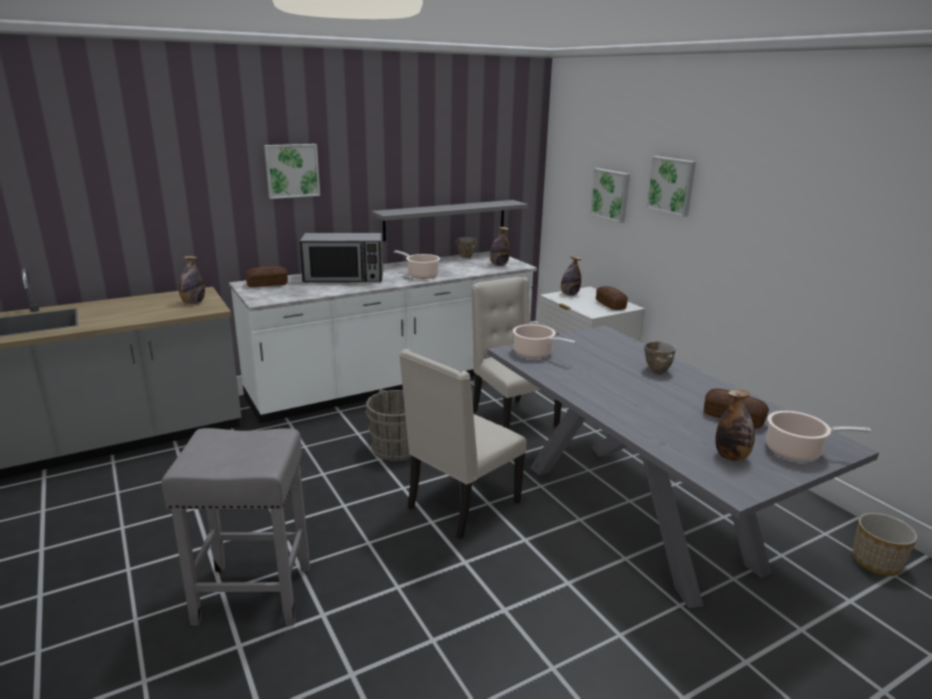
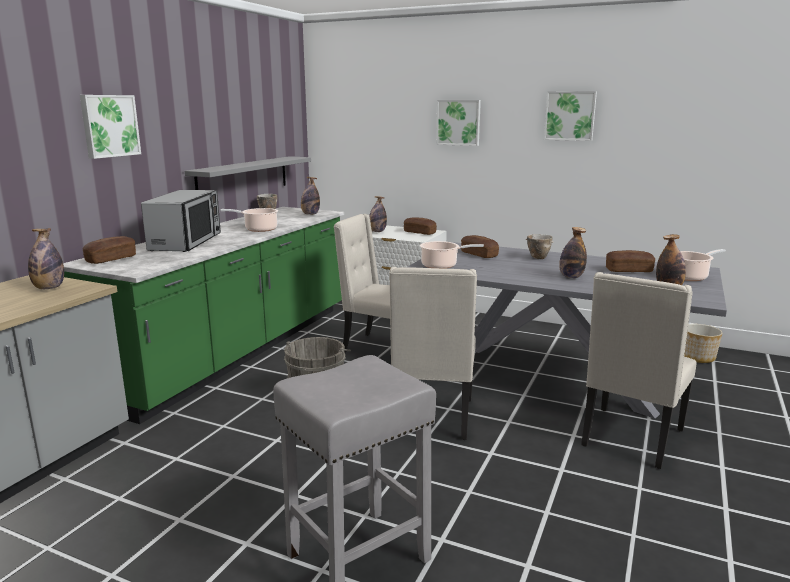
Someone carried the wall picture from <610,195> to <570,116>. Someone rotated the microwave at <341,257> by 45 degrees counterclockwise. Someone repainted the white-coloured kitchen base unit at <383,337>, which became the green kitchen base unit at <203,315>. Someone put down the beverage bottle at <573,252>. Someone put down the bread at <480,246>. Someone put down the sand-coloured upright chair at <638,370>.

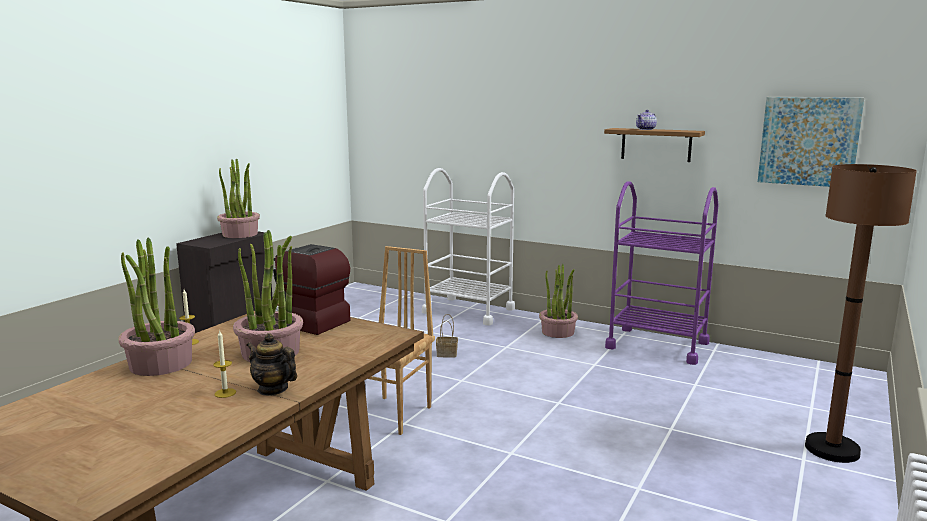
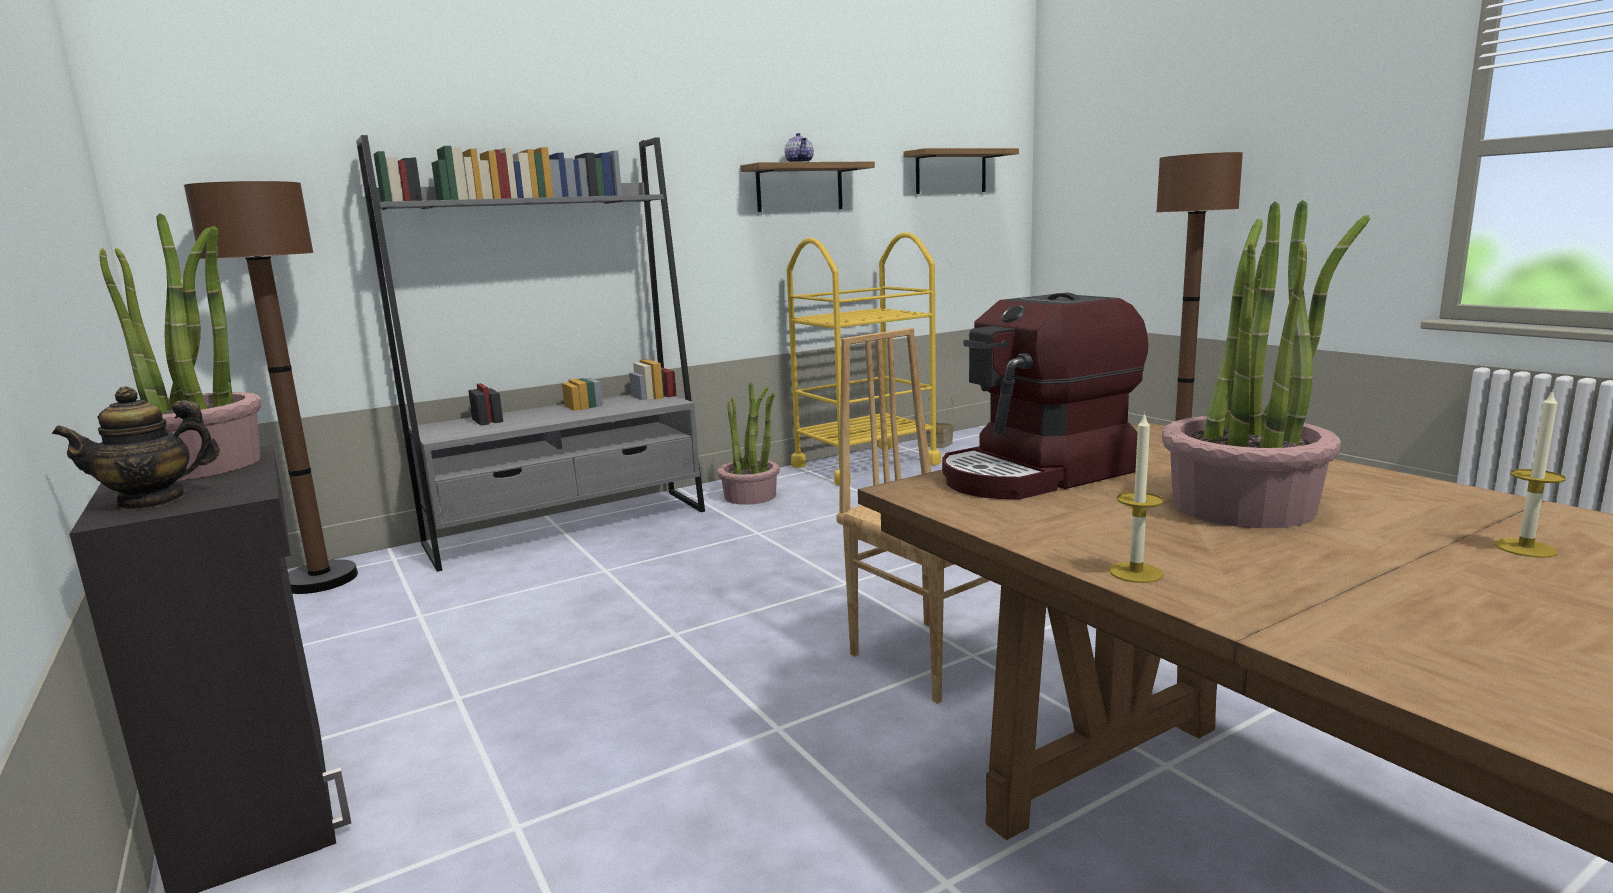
Someone swapped the wall picture at <811,142> for the shelf at <961,171>. Someone swapped the white-coloured cart at <468,247> for the grey shelving unit at <530,353>. Someone repainted the purple cart at <661,273>, which became the yellow cart at <864,359>. Someone took away the plant in a pot at <156,307>. Someone carried the household basket from <447,336> to <939,422>. Someone carried the teapot from <271,364> to <136,448>. Someone put down the brown-coloured standing lamp at <271,387>.

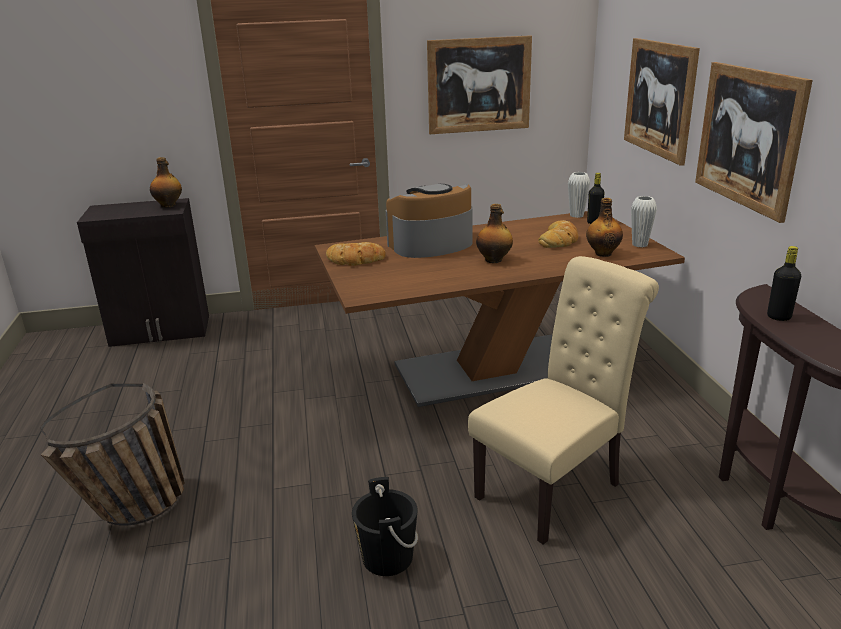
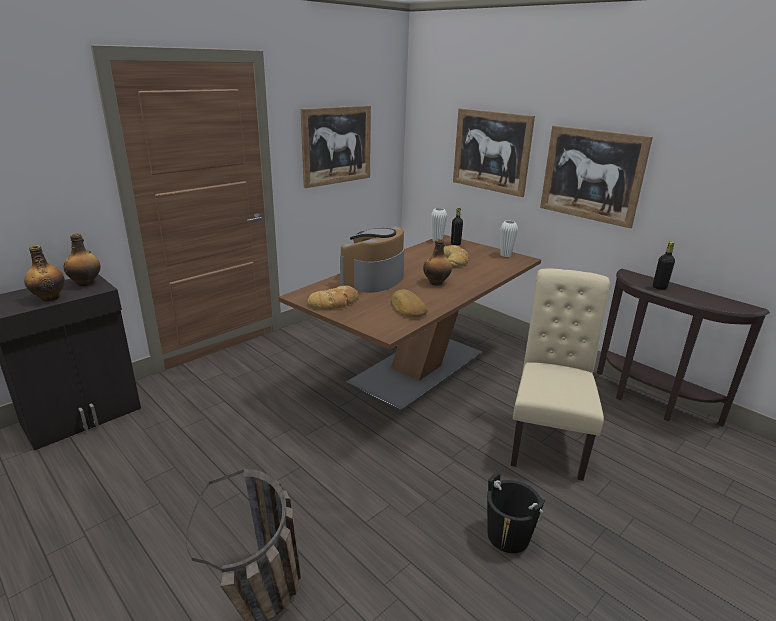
Someone carried the beverage bottle from <604,227> to <44,273>. Someone put down the bread at <410,303>.

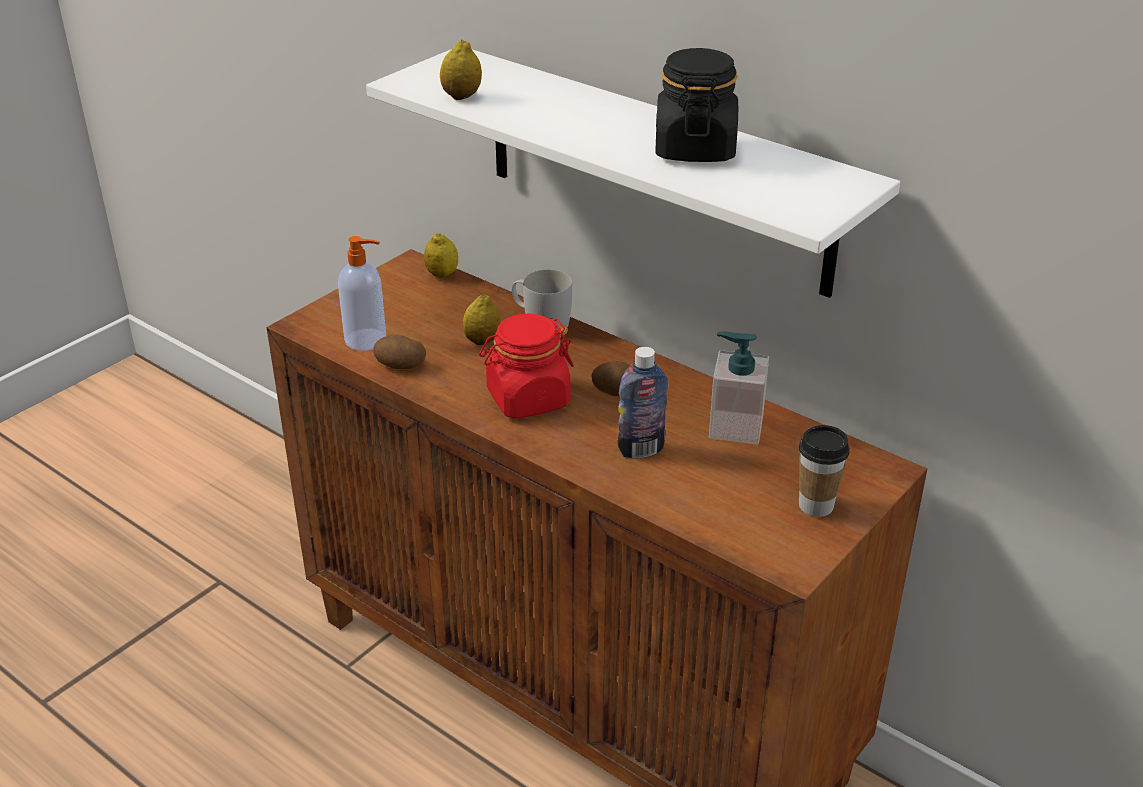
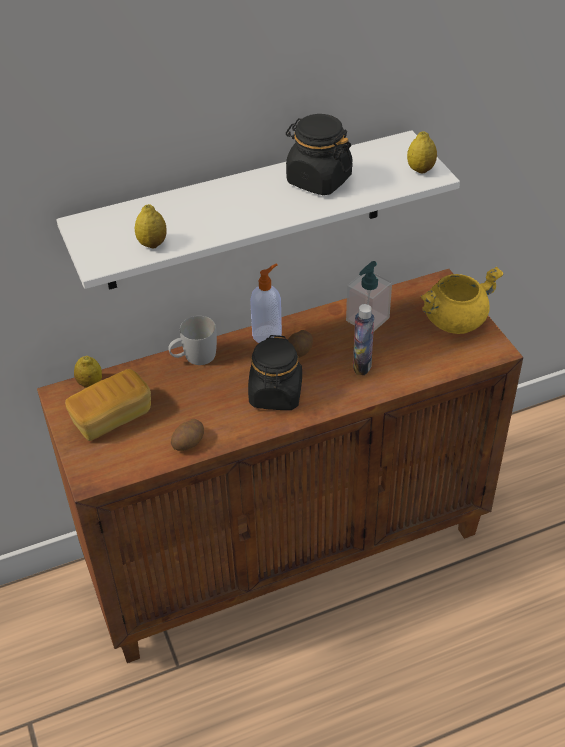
Someone carried the liquid soap bottle from <362,293> to <266,303>. Someone carried the lemon from <482,319> to <422,152>. Someone repainted the reddish storage jar at <526,366>, which became the black storage jar at <275,372>. Someone swapped the small cup at <824,471> for the yellow saucepot at <462,300>. Someone put down the bread at <108,405>.

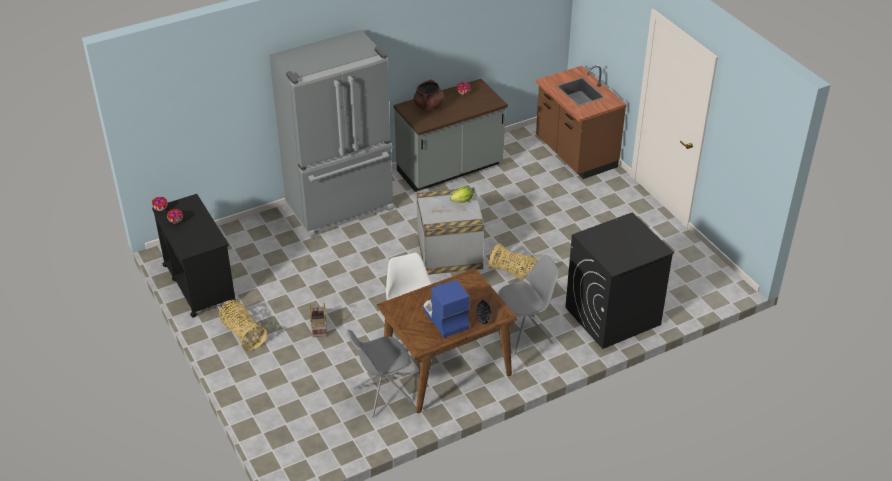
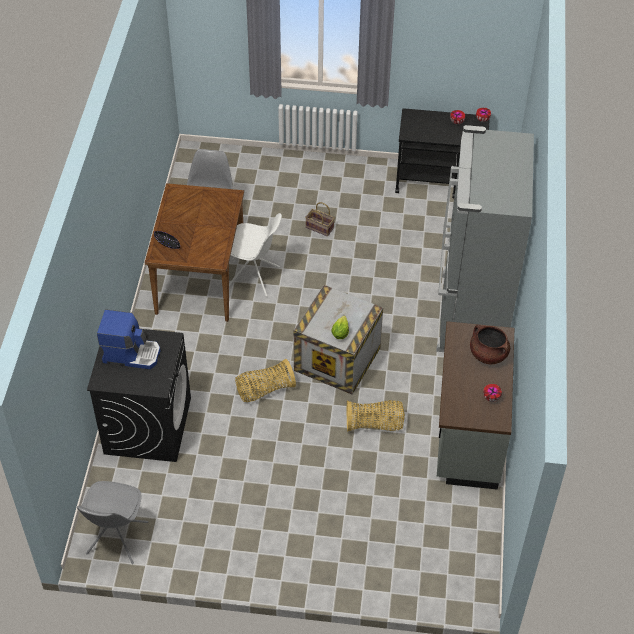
Someone took away the brown-coloured kitchen base unit at <581,122>. Someone carried the grey upright chair from <529,305> to <112,522>. Someone carried the coffee brewer from <446,309> to <129,339>. Someone carried the household basket from <243,325> to <376,416>.

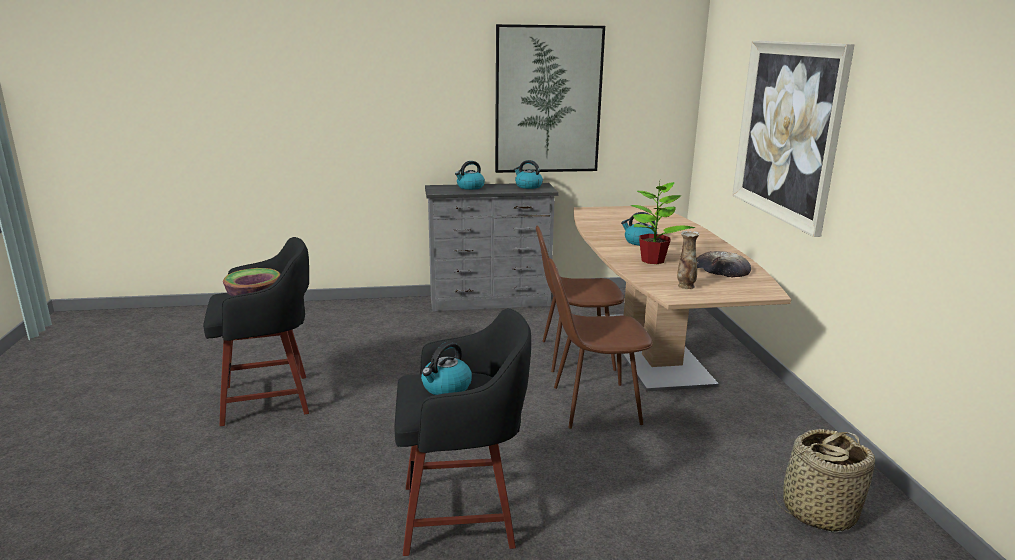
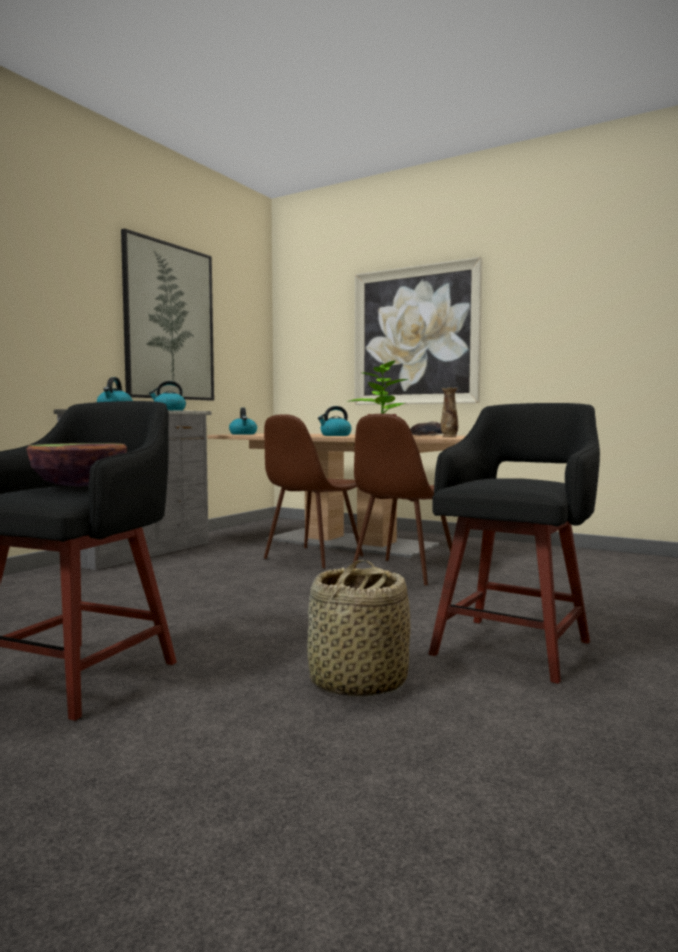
Someone carried the water kettle from <446,368> to <243,421>. Someone carried the household basket from <824,481> to <359,628>.

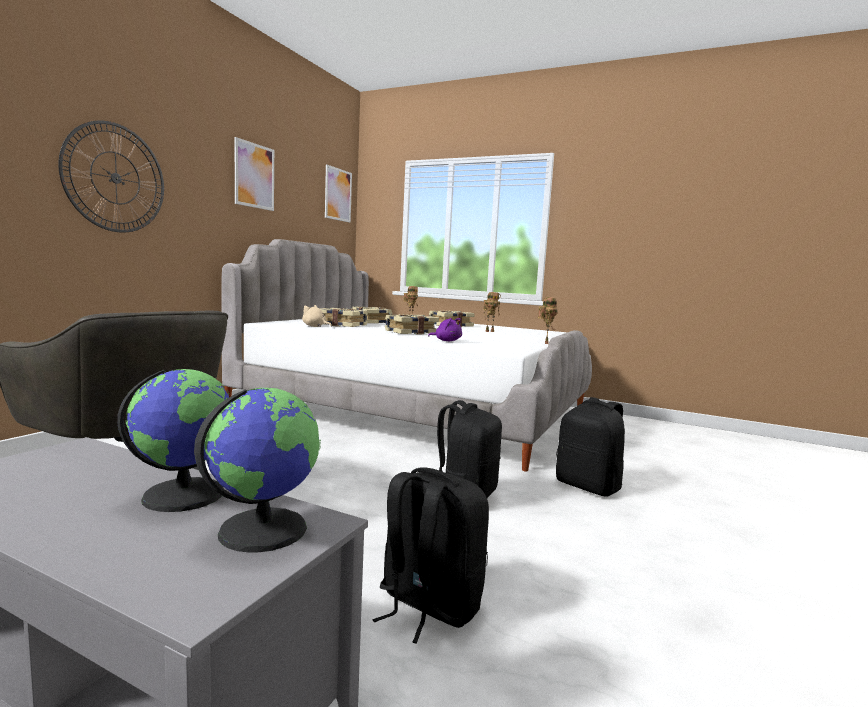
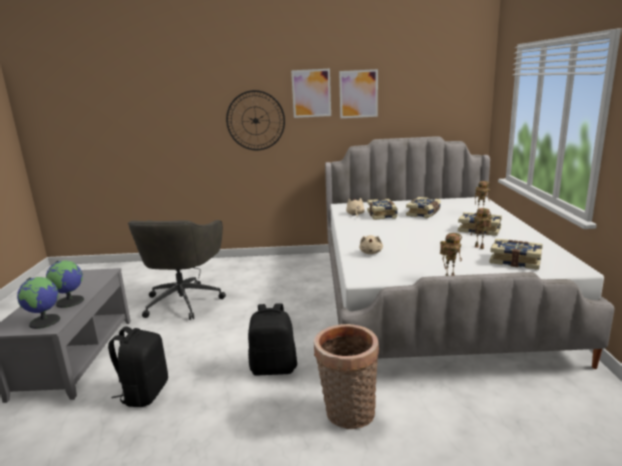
Someone carried the wall picture from <338,193> to <311,93>. Someone carried the book from <412,324> to <516,254>. Someone repainted the purple soft toy at <445,329>, which became the sand-coloured soft toy at <371,244>. Someone swapped the black rucksack at <590,447> for the household basket at <346,376>.

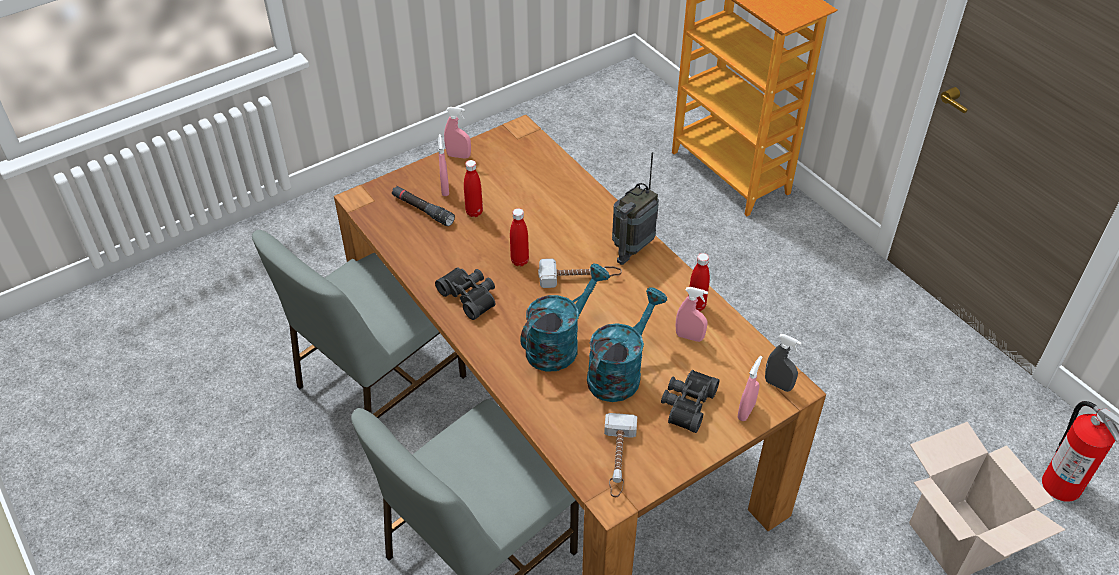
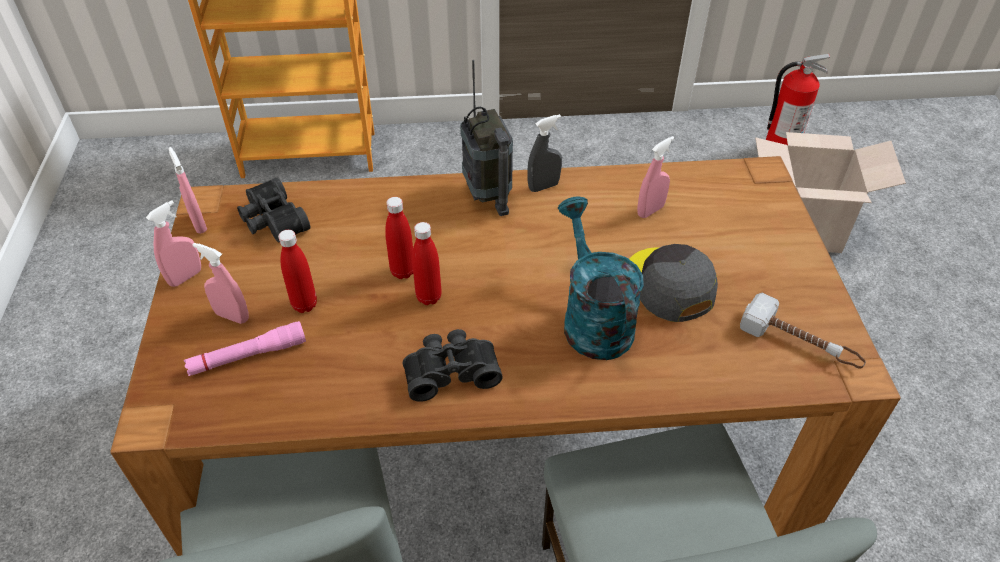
Someone repainted the black flashlight at <423,206>, which became the pinkish flashlight at <245,348>. Someone carried the reddish beverage bottle from <699,282> to <399,238>. Someone took away the hand hammer at <579,273>. Someone swapped the blue-green watering can at <627,344> for the grey cap at <673,283>. Someone carried the grey sprayer from <783,363> to <544,153>. Someone carried the pinkish sprayer from <750,388> to <187,190>. Someone carried the black field glasses from <690,401> to <273,210>.

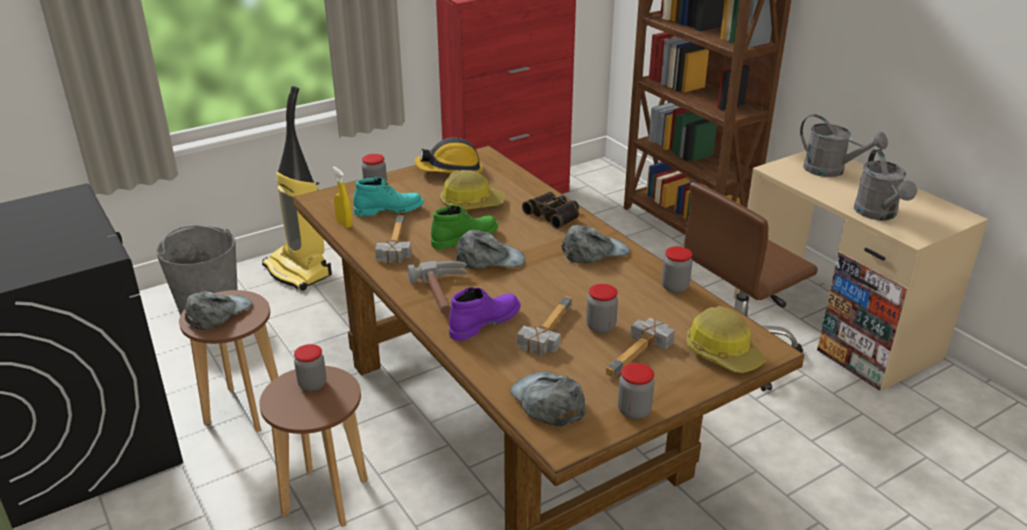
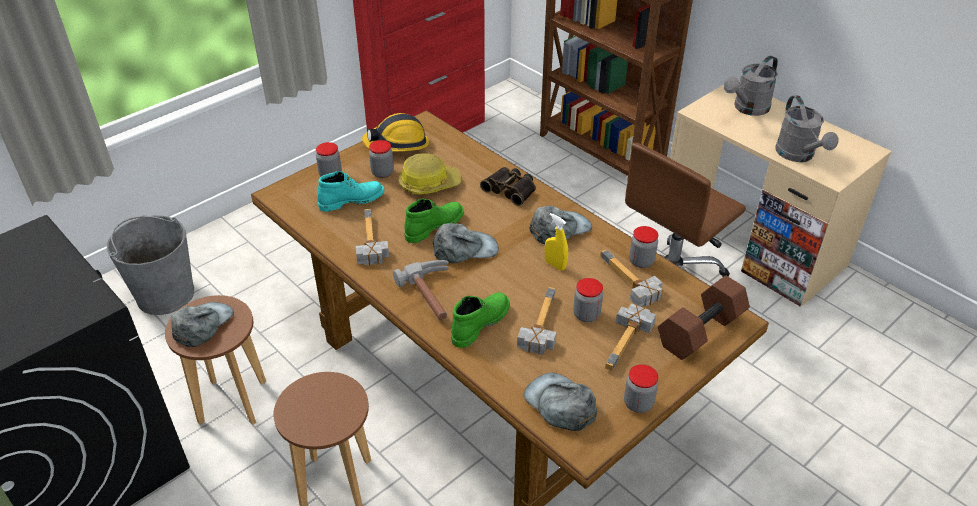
Someone took away the vacuum cleaner at <297,188>. Someone rotated the grey watering can at <844,145> by 105 degrees clockwise. Someone carried the yellow sprayer from <342,197> to <556,242>. Someone repainted the purple high-top boot at <485,314>, which became the green high-top boot at <480,320>. Someone swapped the hard hat at <726,339> for the brown-coloured hand weight at <704,317>. Someone carried the storage jar from <310,368> to <381,159>. Someone put down the hand hammer at <631,278>.

